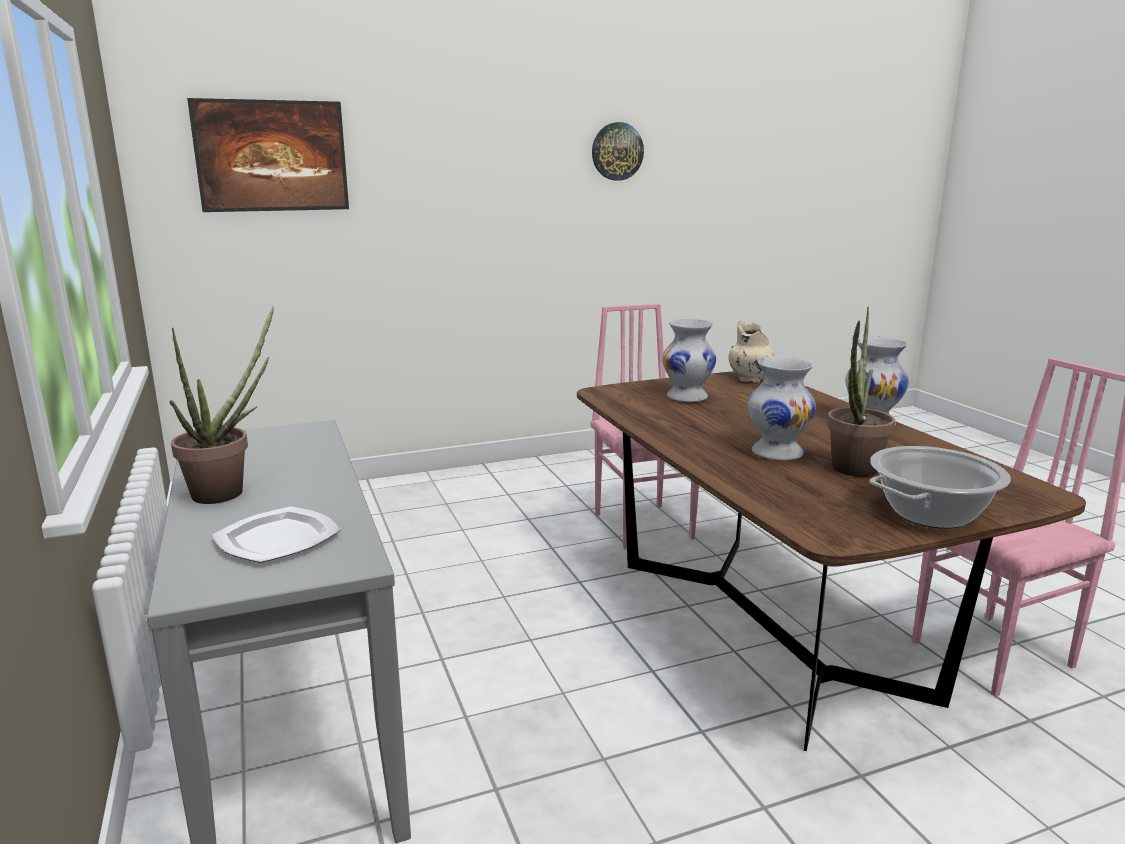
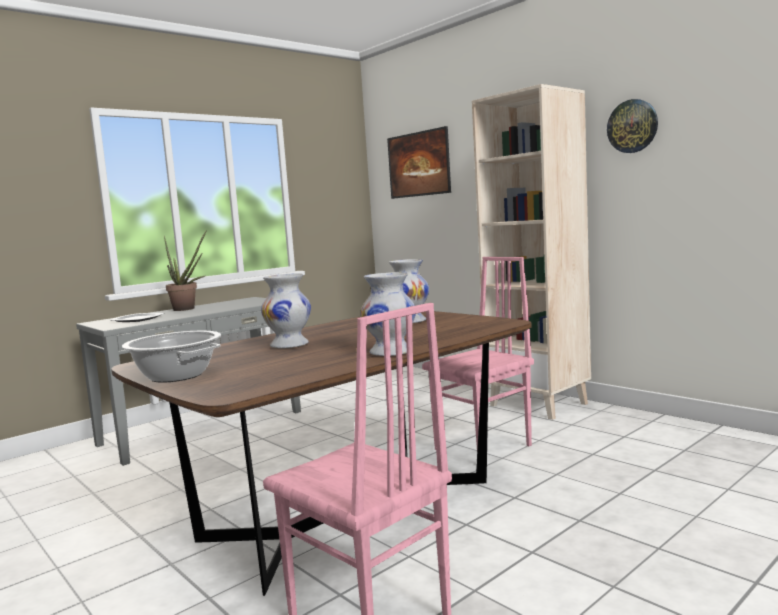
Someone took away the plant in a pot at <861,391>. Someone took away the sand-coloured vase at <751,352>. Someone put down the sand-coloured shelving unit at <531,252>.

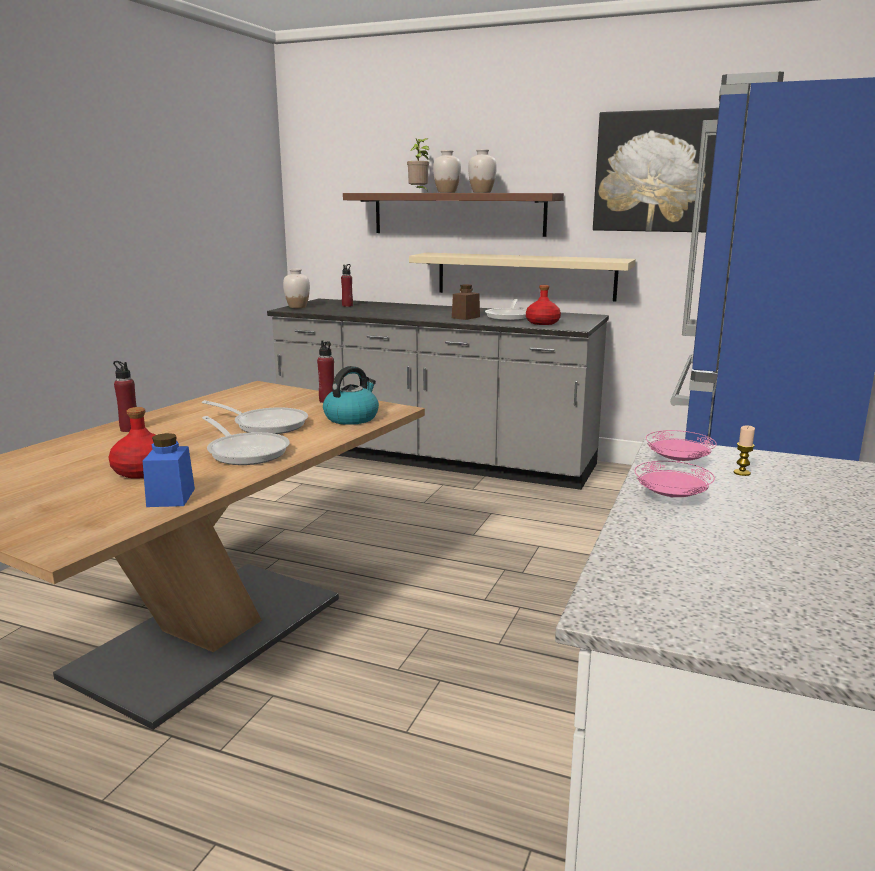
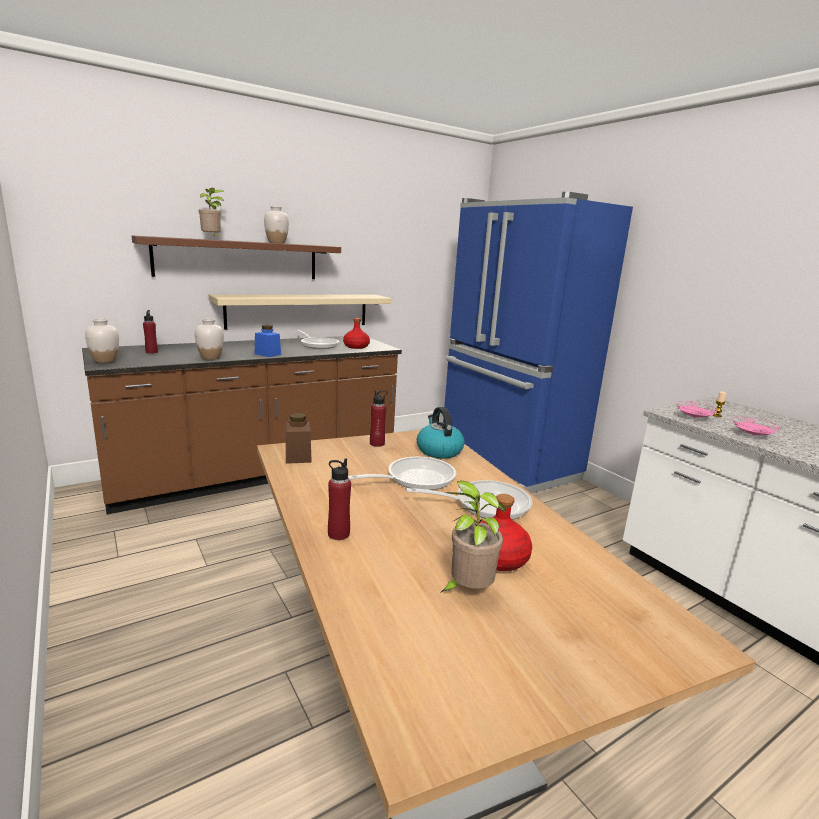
Someone took away the wall picture at <656,170>. Someone carried the white-coloured vase from <447,171> to <209,339>. Someone carried the brown-coloured storage jar from <466,302> to <299,438>. Someone repainted the grey kitchen base unit at <438,394>, which became the brown-coloured kitchen base unit at <242,425>. Someone carried the blue storage jar from <169,470> to <268,341>. Someone put down the plant in a pot at <473,537>.

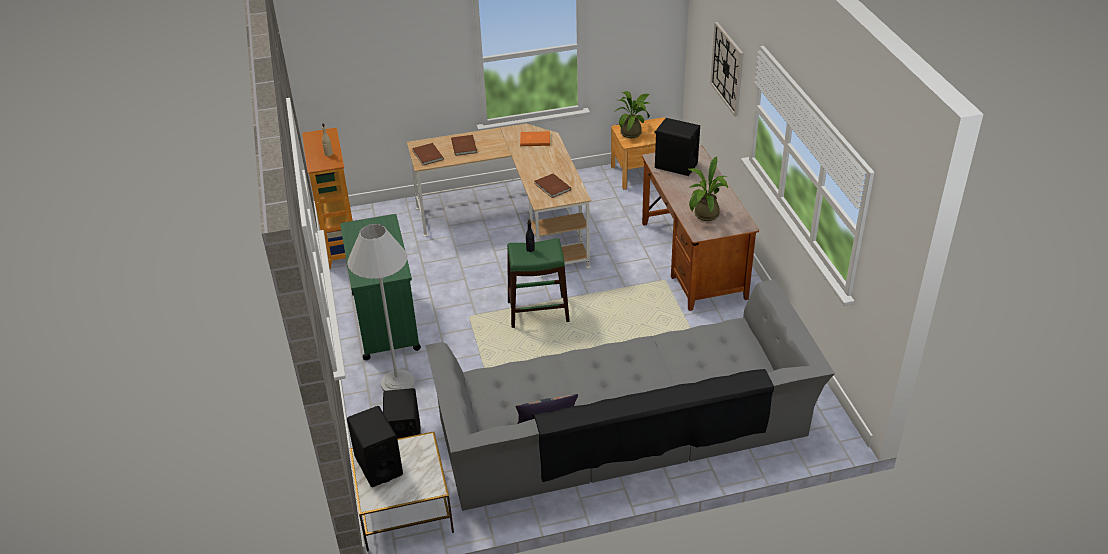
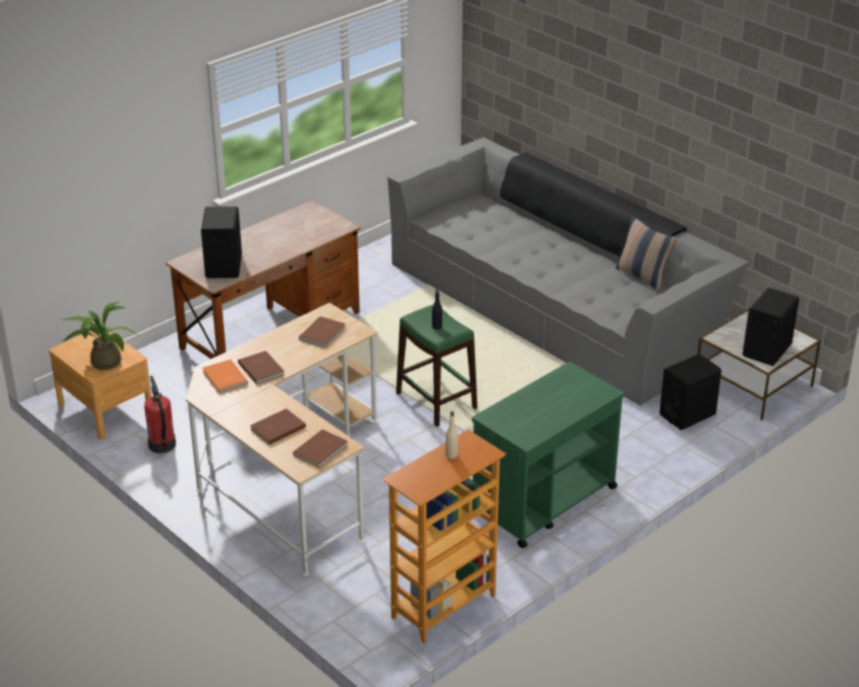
Someone took away the hanging clock at <726,69>. Someone took away the plant in a pot at <708,188>. Someone took away the white-coloured standing lamp at <381,307>. Someone put down the brown-coloured book at <261,367>. Someone put down the fire-fighting cylinder at <160,414>.

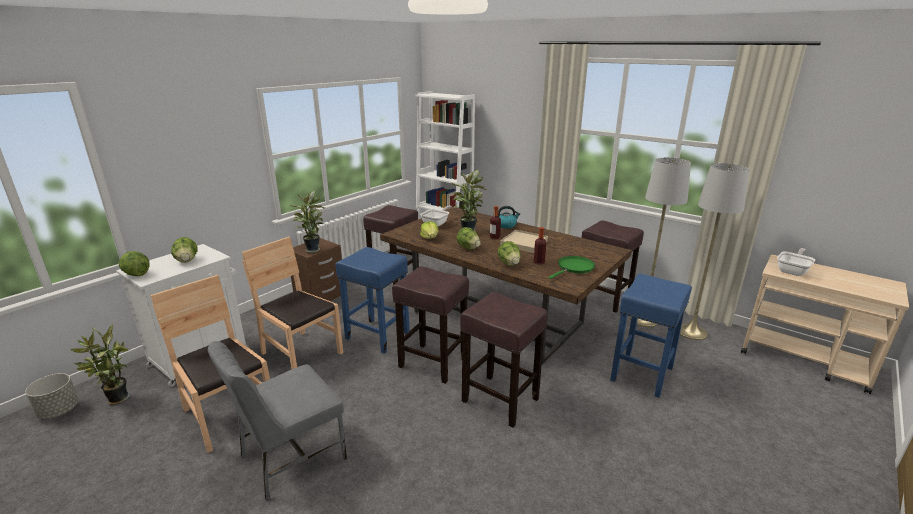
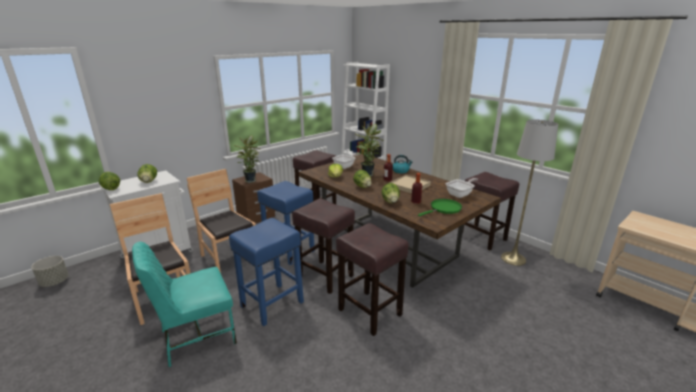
Someone took away the grey standing lamp at <714,251>. Someone carried the skillet from <796,262> to <462,188>. Someone carried the blue stool from <651,336> to <266,272>. Someone took away the plant in a pot at <100,364>. Someone repainted the grey upright chair at <277,421>, which became the blue-green upright chair at <184,304>.

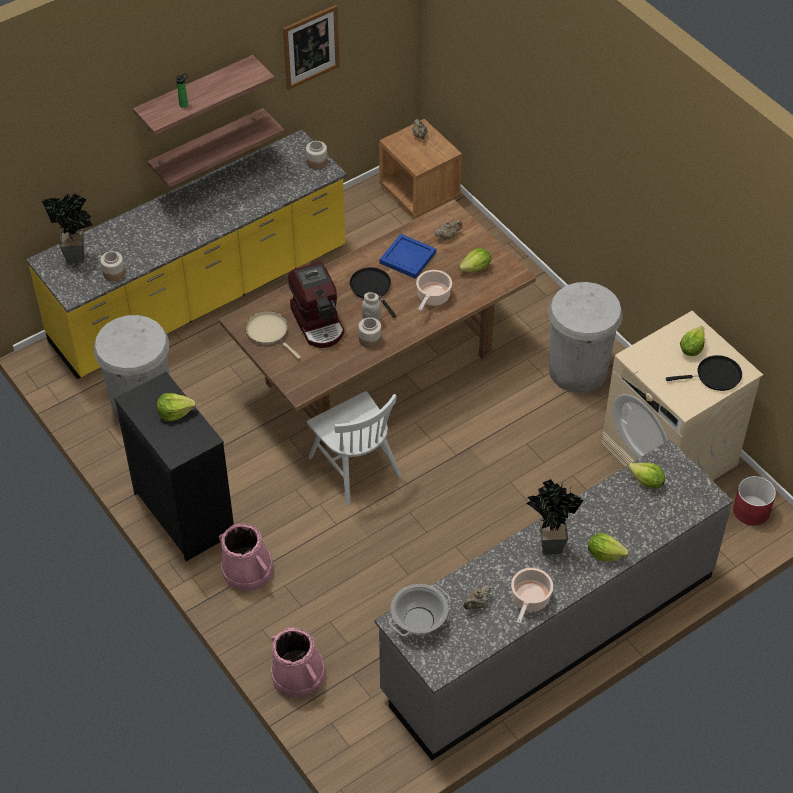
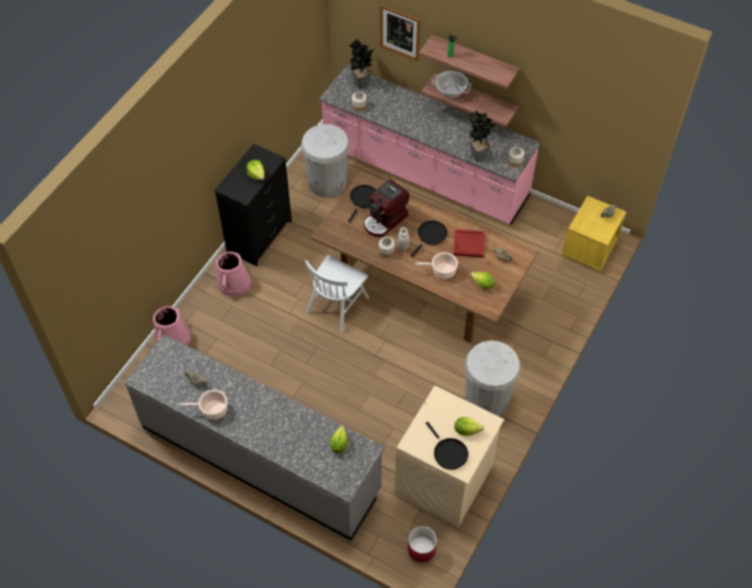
Someone carried the wall picture from <311,47> to <400,32>. Someone repainted the brown-coloured night table at <420,169>, which became the yellow night table at <594,233>. Someone repainted the yellow kitchen base unit at <186,254>, which became the pinkish kitchen base unit at <429,145>. Someone repainted the blue carrying tray at <408,256>, which became the reddish carrying tray at <469,243>. Someone repainted the sand-coloured skillet at <273,335>, which became the black skillet at <362,203>. Someone carried the plant in a pot from <555,517> to <482,136>. Someone took away the lettuce at <608,547>. Someone carried the saucepot from <419,610> to <451,84>.

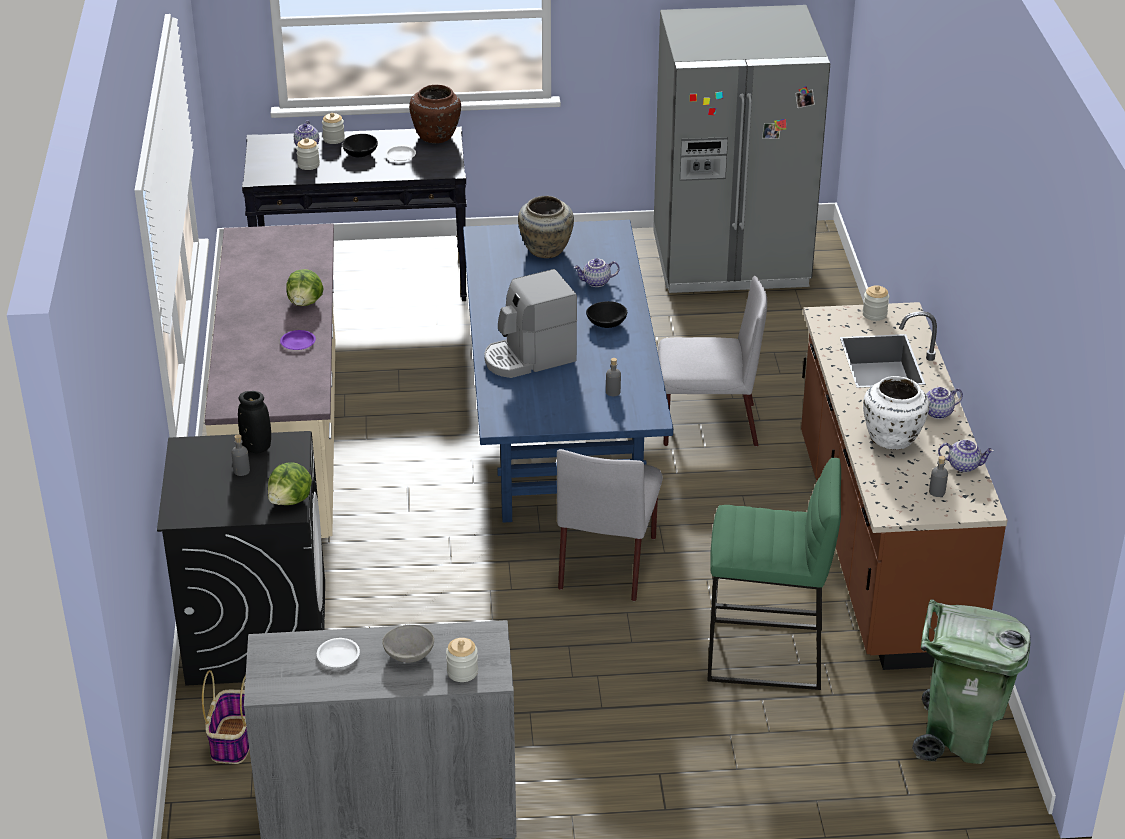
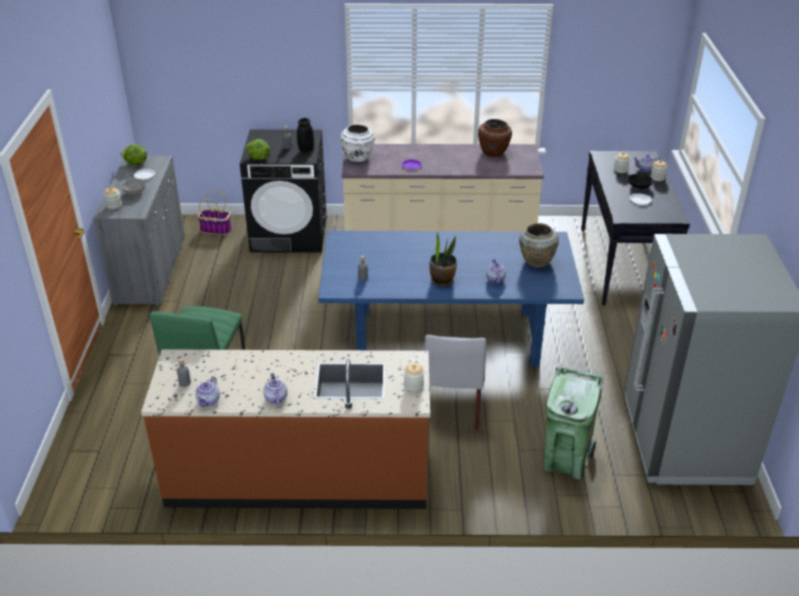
Someone carried the brown-coloured vase from <435,114> to <495,138>. Someone carried the lettuce from <305,287> to <134,154>. Someone took away the coffee brewer at <530,323>. Someone swapped the black serving bowl at <606,314> for the plant in a pot at <443,258>. Someone carried the white-coloured vase from <896,413> to <358,143>. Someone took away the grey upright chair at <610,525>. Someone carried the green rubbish bin from <971,682> to <573,423>.

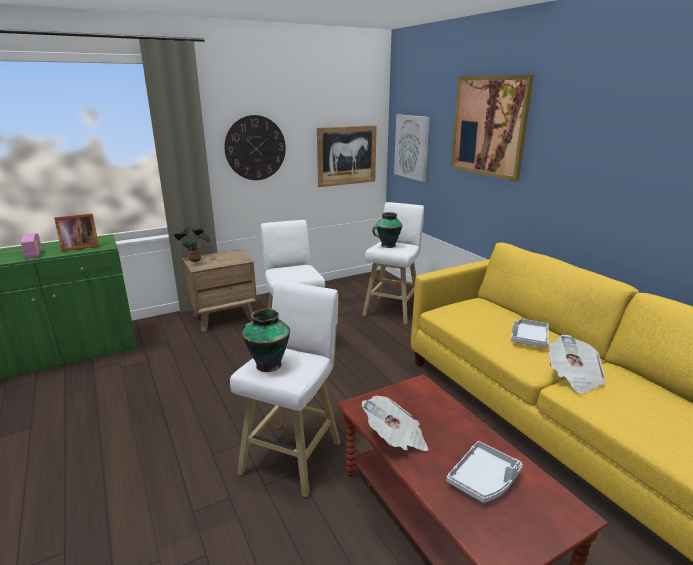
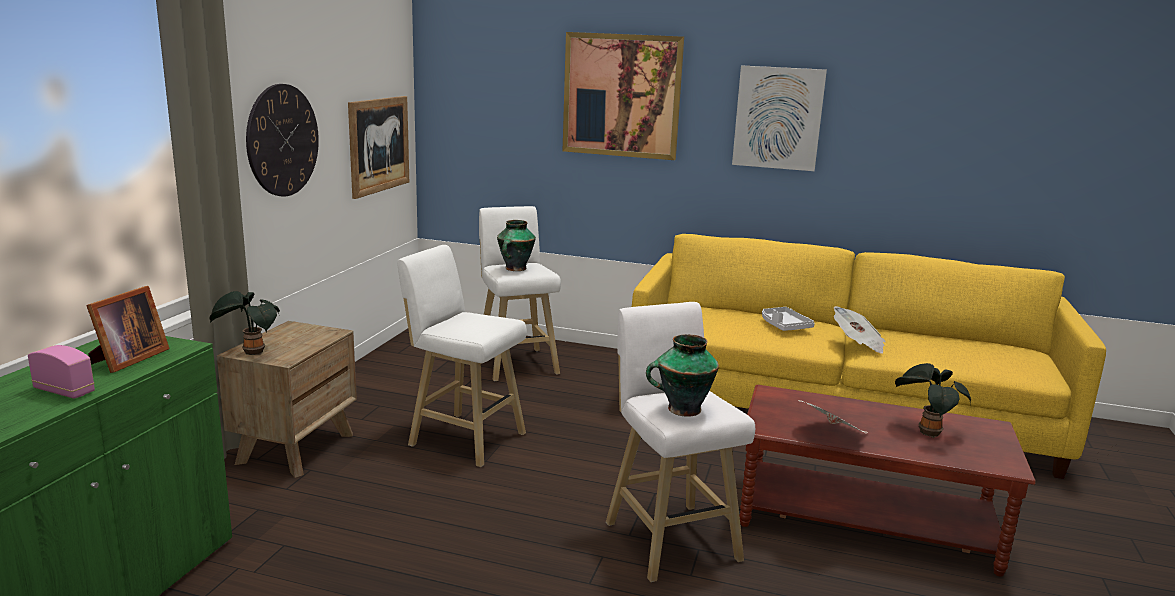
Someone carried the wall picture from <412,148> to <779,118>. Someone swapped the white-coloured carrying tray at <485,472> for the plant in a pot at <933,400>.

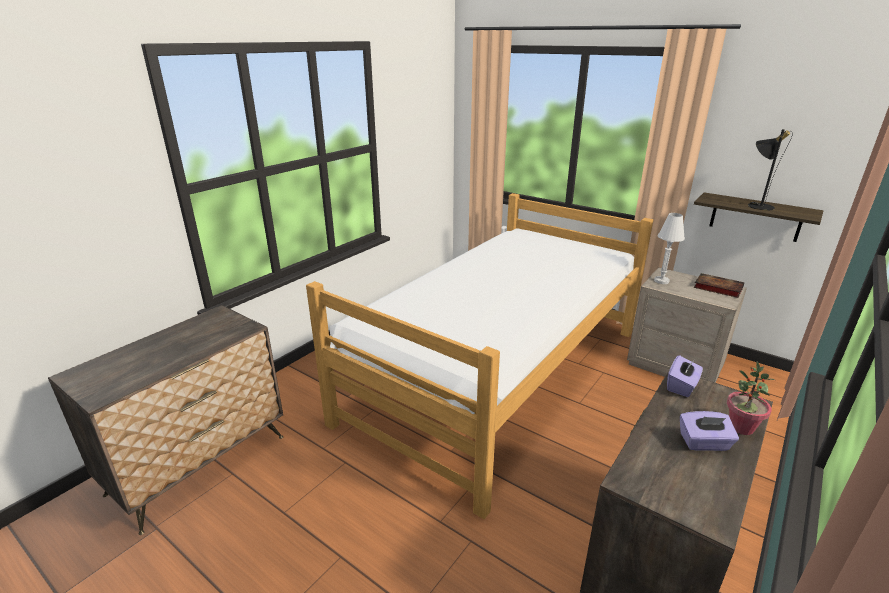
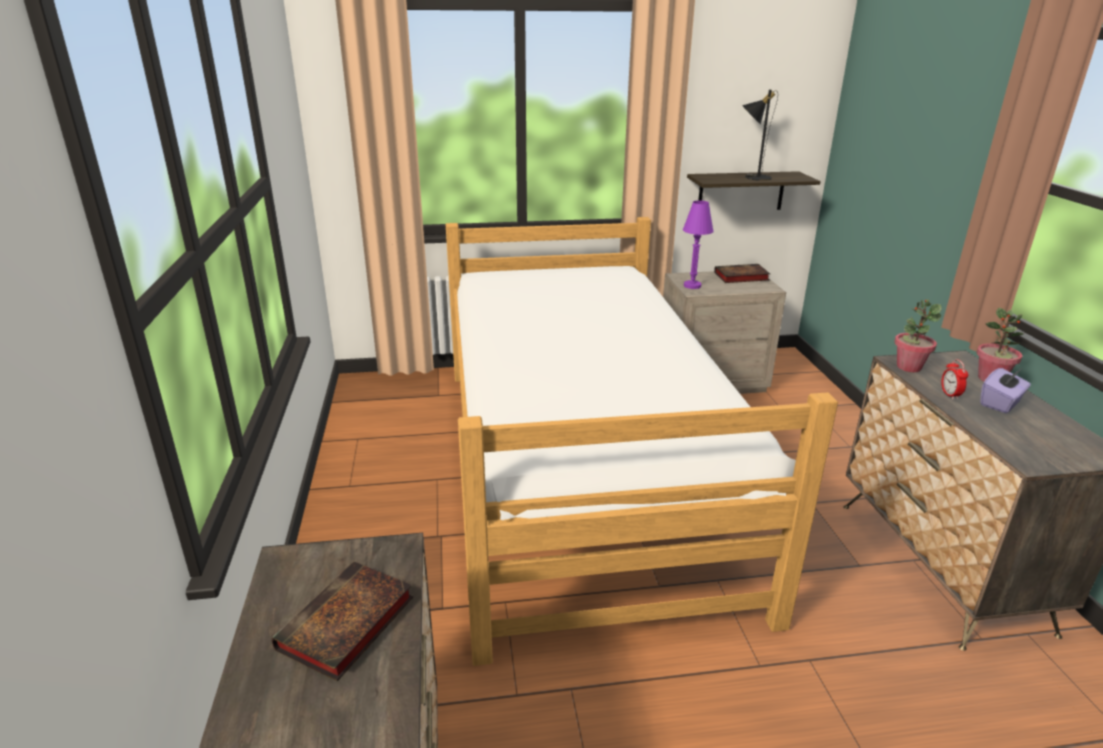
Someone repainted the white-coloured table lamp at <669,248>, which became the purple table lamp at <698,244>. Someone swapped the purple tissue box at <685,376> for the plant in a pot at <917,335>. Someone put down the table clock at <954,379>. Someone put down the book at <342,621>.

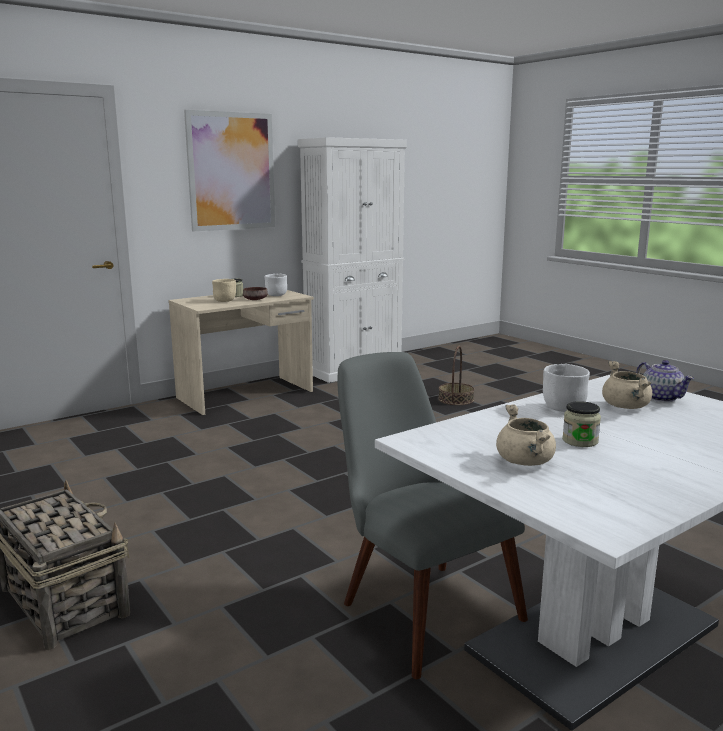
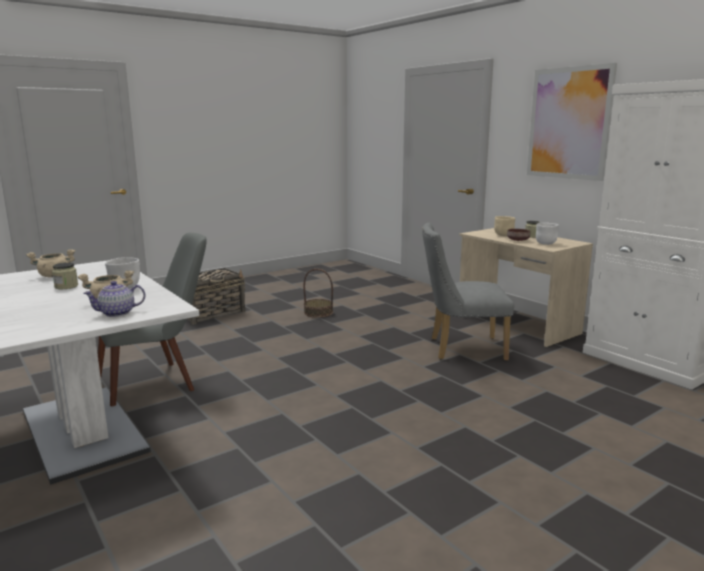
Someone carried the household basket from <456,375> to <318,293>. Someone put down the grey upright chair at <468,292>.

